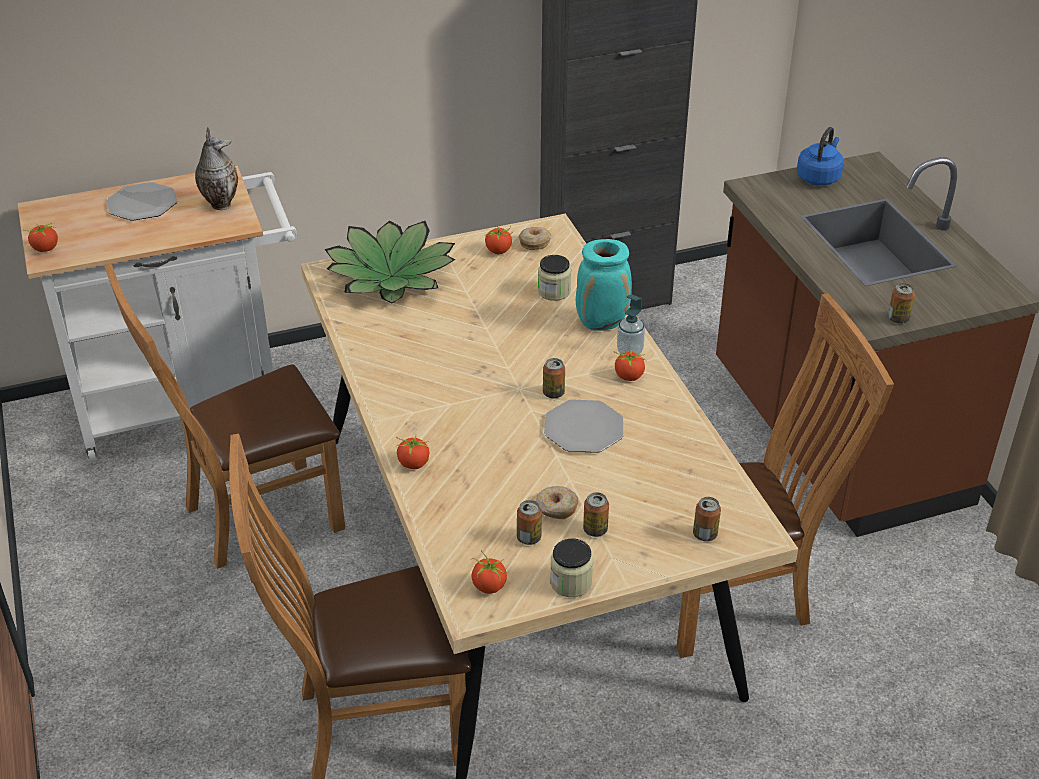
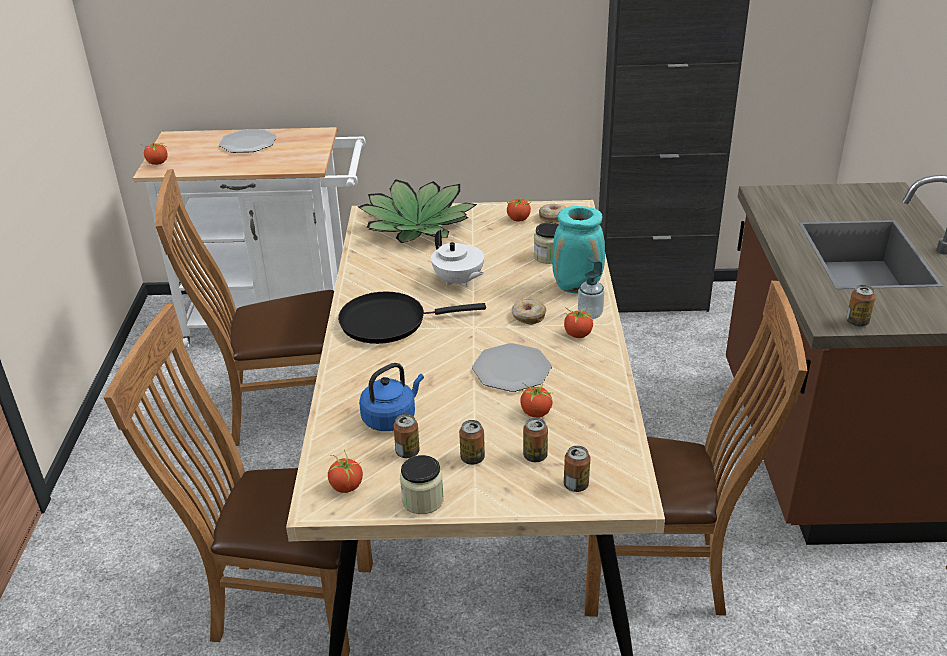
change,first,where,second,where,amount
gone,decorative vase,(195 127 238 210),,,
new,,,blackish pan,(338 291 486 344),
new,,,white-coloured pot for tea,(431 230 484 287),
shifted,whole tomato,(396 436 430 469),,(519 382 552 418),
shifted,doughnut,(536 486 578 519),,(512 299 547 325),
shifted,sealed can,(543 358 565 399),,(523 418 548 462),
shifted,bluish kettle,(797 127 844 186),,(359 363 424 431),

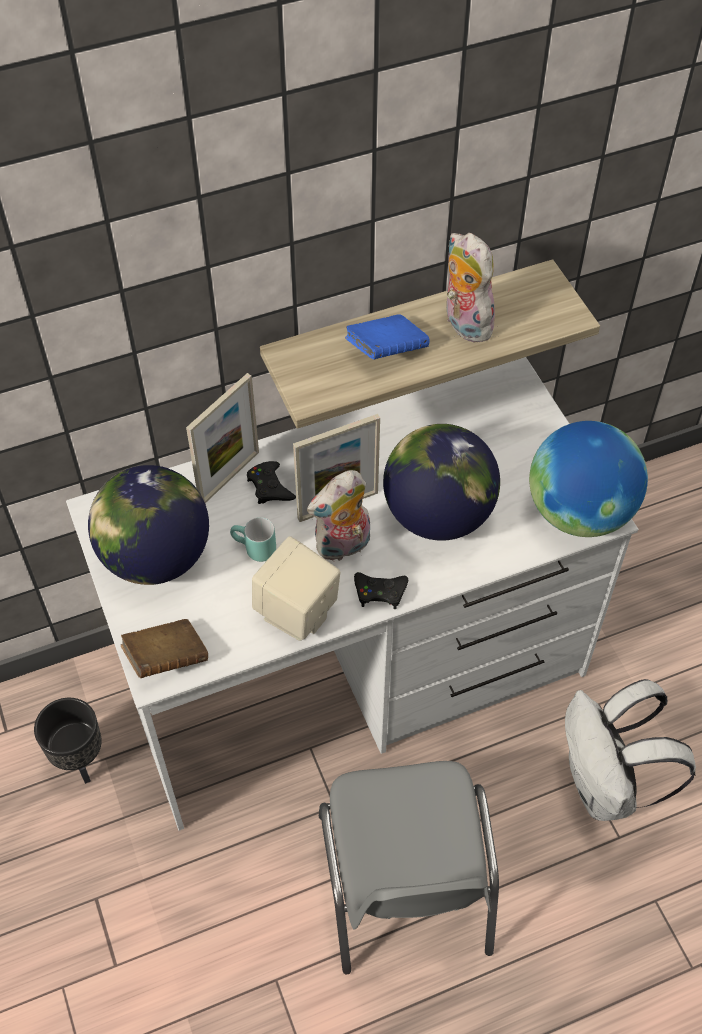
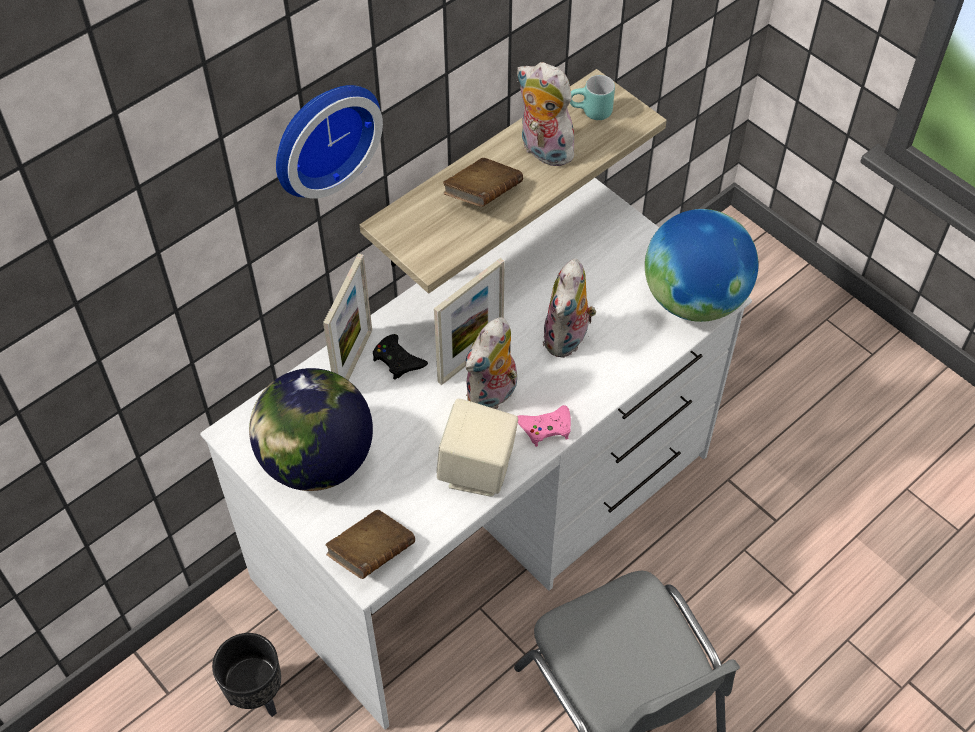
change,first,where,second,where,amount
gone,white-coloured rucksack,(565 679 696 821),,,
new,,,hanging clock,(276 85 383 199),
shifted,turquoise-coloured coffee mug,(230 517 276 562),,(570 75 615 120),
swapped,globe,(383 424 500 541),cuddly toy,(543 259 596 358),
repainted,bluish book,(345 314 430 359),brown book,(443 158 523 207),
repainted,blackish game controller,(354 572 408 609),pink-coloured game controller,(517 405 571 447),

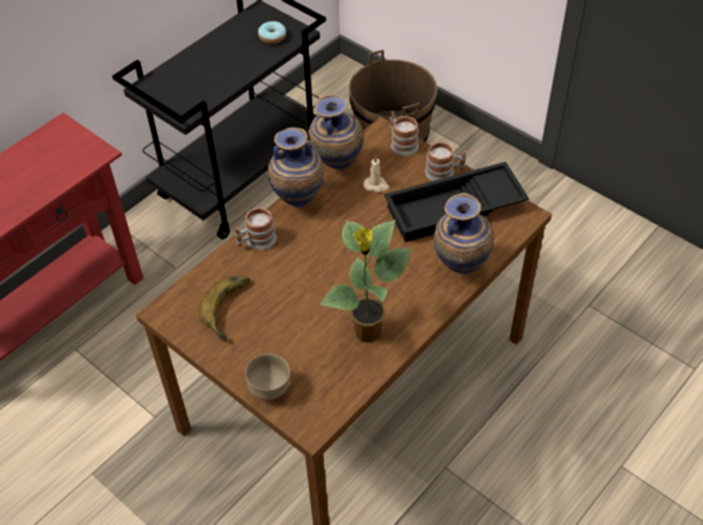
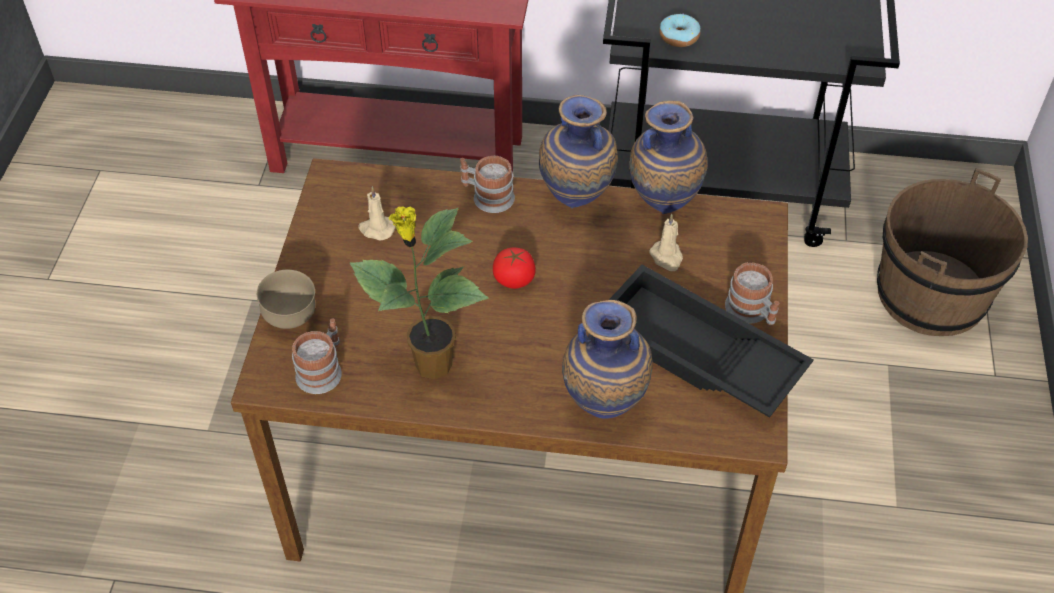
change,first,where,second,where,amount
new,,,whole tomato,(493 248 536 289),
shifted,doughnut,(258 21 286 44),,(659 14 701 47),
shifted,coffee mug,(390 111 419 156),,(292 318 342 394),
swapped,banana fruit,(199 275 250 341),sand-coloured wax candle,(359 187 396 241),

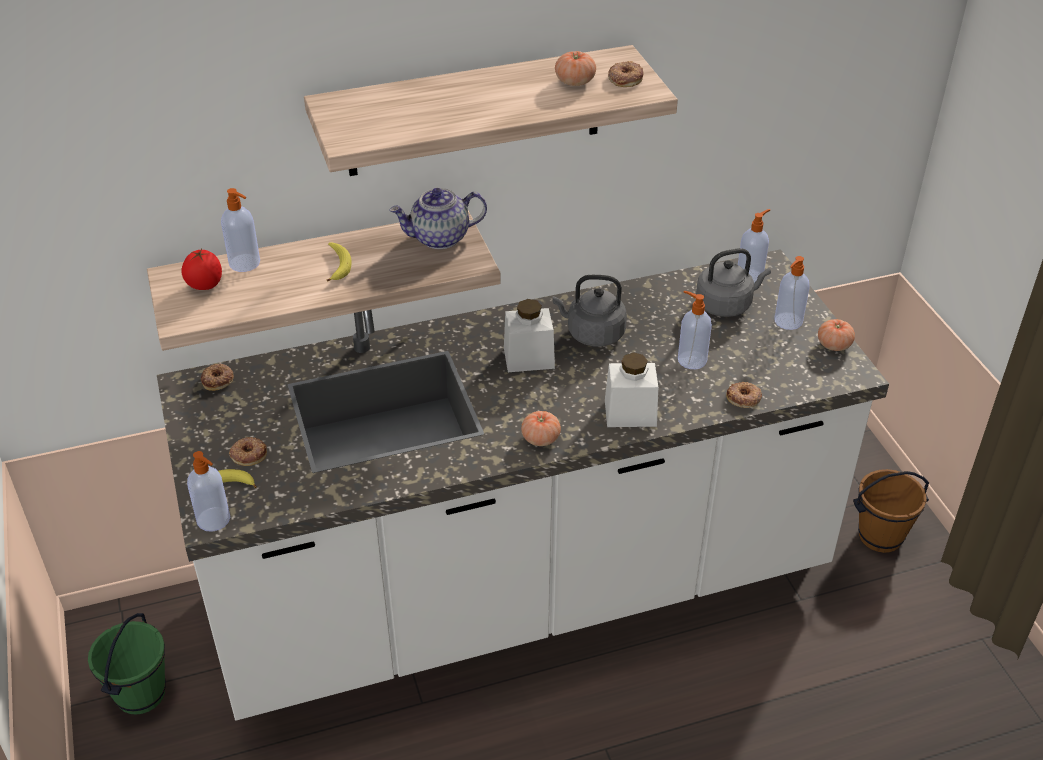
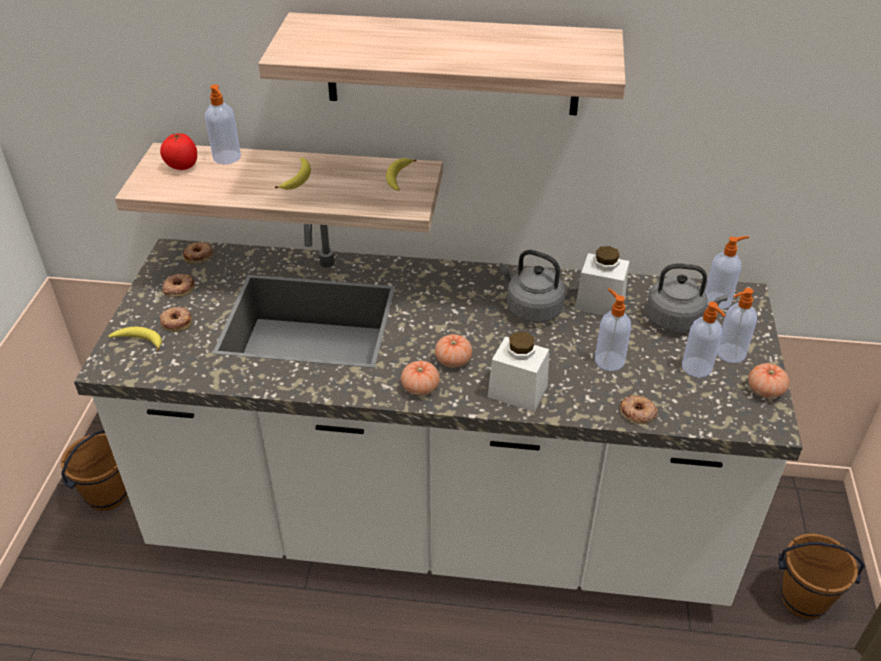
change,first,where,second,where,amount
shifted,liquid soap bottle,(187 451 230 532),,(682 302 726 377),
shifted,white-coloured storage jar,(504 299 555 372),,(575 246 629 316),
shifted,whole tomato,(555 51 596 86),,(435 334 472 368),
shifted,doughnut,(608 61 644 87),,(162 274 195 298),
swapped,pot for tea,(389 188 487 249),banana fruit,(386 158 417 191),
repainted,greenish bucket,(88 613 166 715),brown bucket,(61 430 127 511),

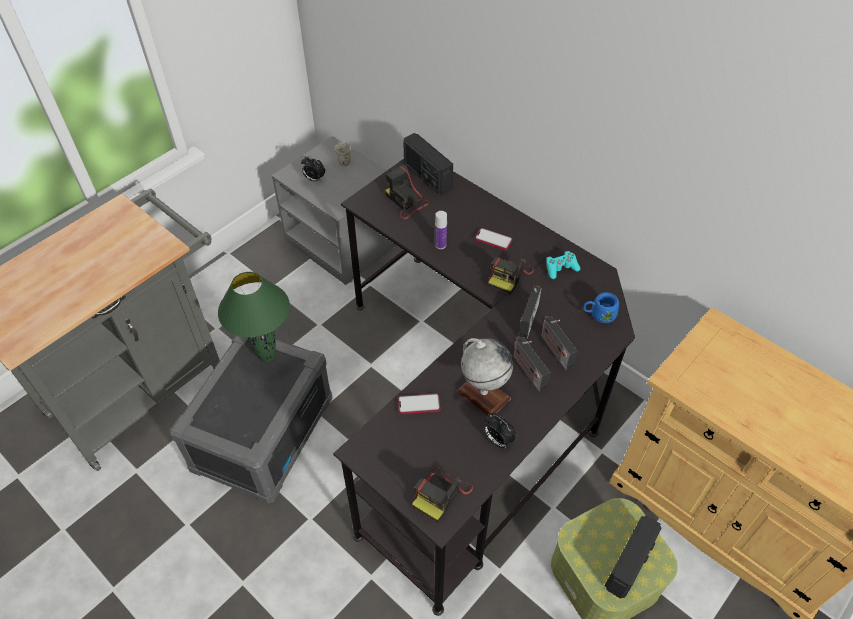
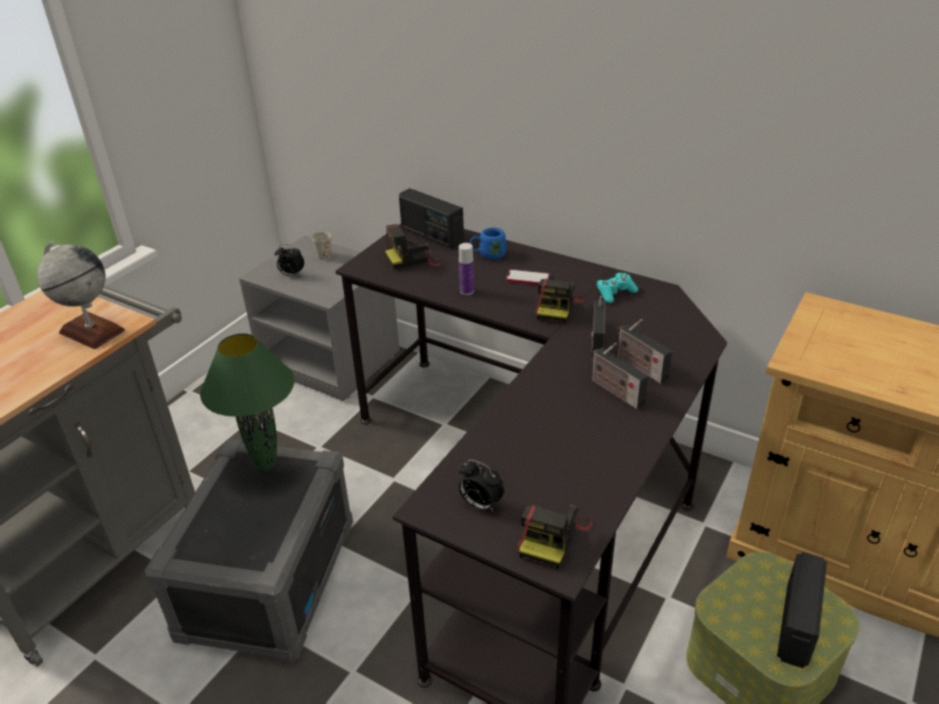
change,first,where,second,where,amount
gone,telephone,(398 393 440 414),,,
shifted,globe,(457 338 513 415),,(37 241 125 349),
shifted,alarm clock,(484 413 517 448),,(459 460 505 512),
shifted,bluish coffee mug,(583 292 619 323),,(470 228 507 259),
rotated,still camera,(385 165 429 219),,(385 224 442 269),60 degrees counterclockwise

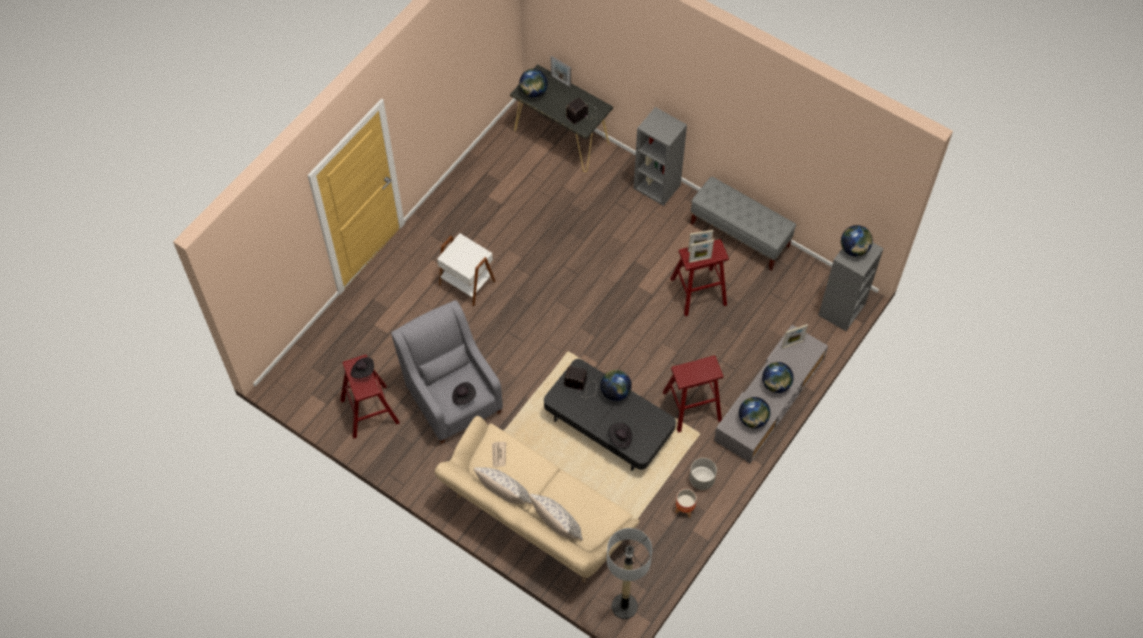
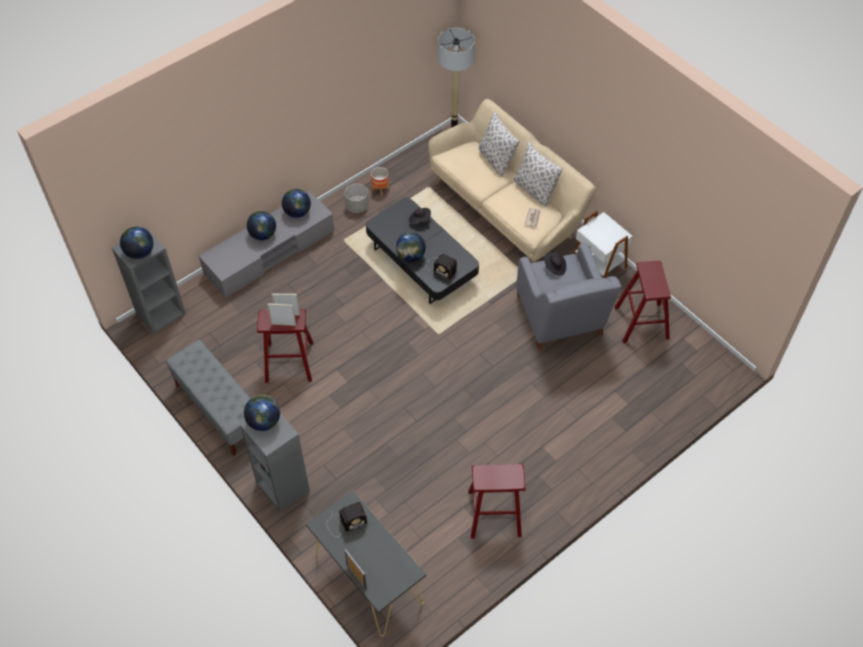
change,first,where,second,where,amount
gone,blackish clothing hat,(351 357 374 378),,,
gone,photo frame,(782 324 808 349),,,
shifted,white-coloured end table,(437 233 496 307),,(574 210 633 278),
shifted,globe,(519 69 548 98),,(244 395 280 431),
shifted,red-coloured stool,(663 356 723 432),,(468 464 526 539),

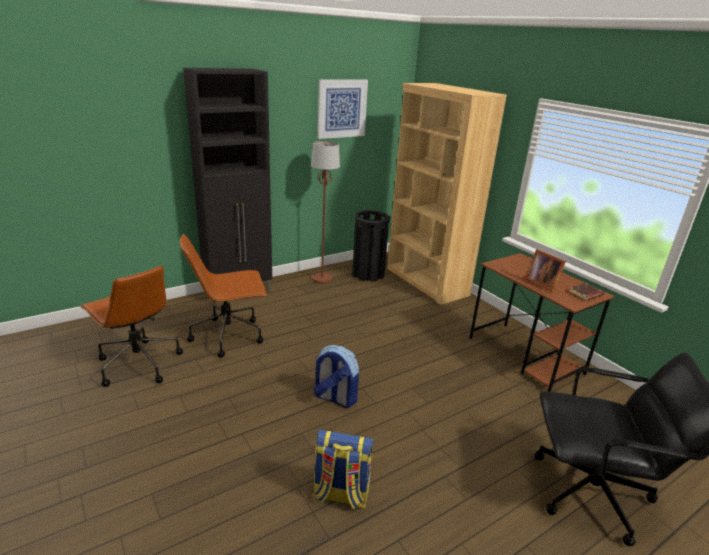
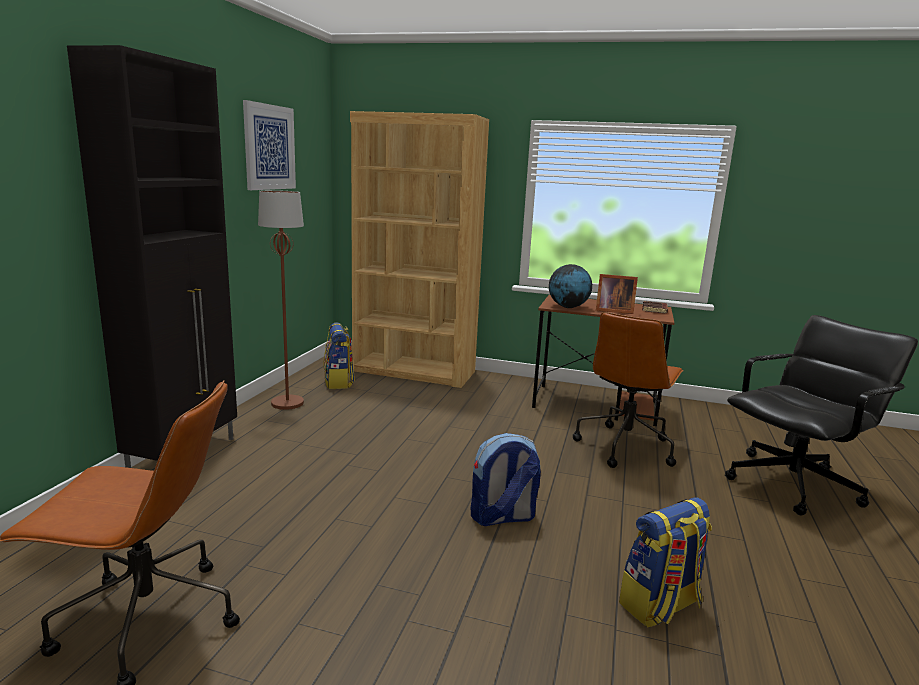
change,first,where,second,where,amount
new,,,globe,(549 264 592 308),
shifted,brown computer chair,(180 234 267 358),,(573 312 684 468),
swapped,blackish rubbish bin,(352 210 391 282),rucksack,(323 322 355 389),

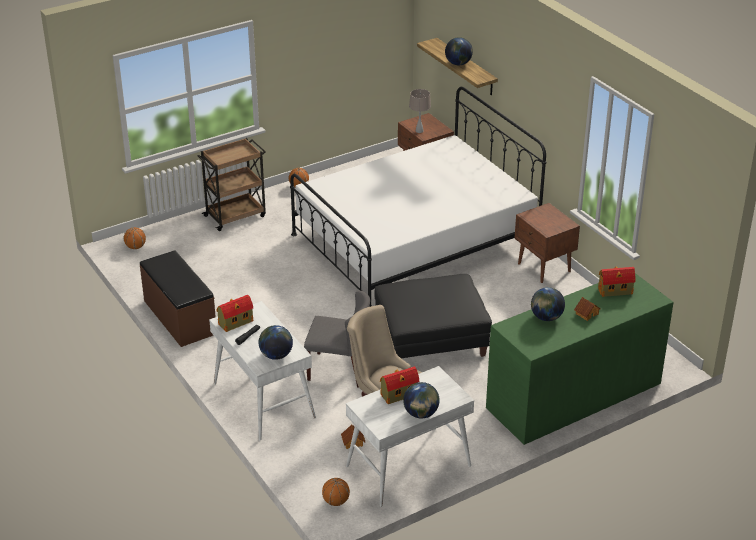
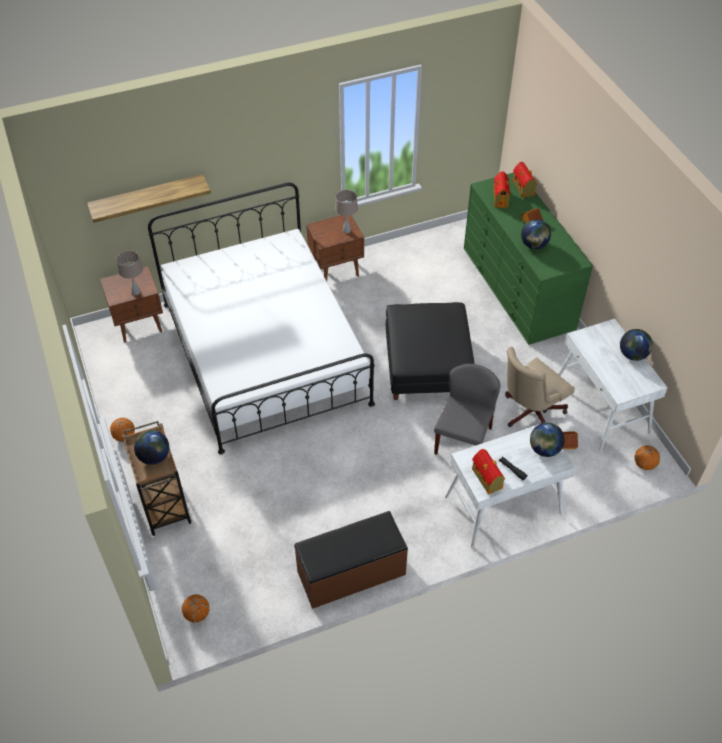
change,first,where,second,where,amount
new,,,sand-coloured lamp for a table,(335 190 358 233),
shifted,toy house,(380 366 420 404),,(513 162 537 198),
shifted,globe,(445 37 473 65),,(134 430 169 465),

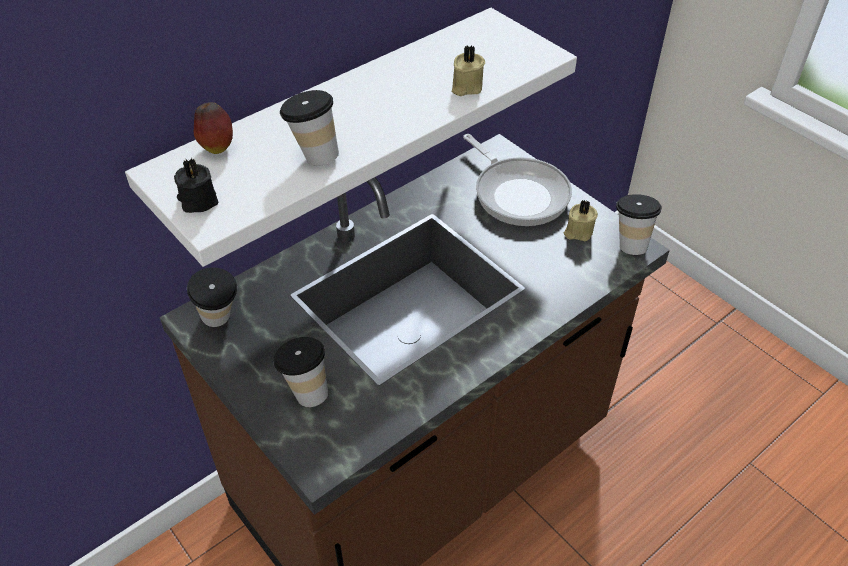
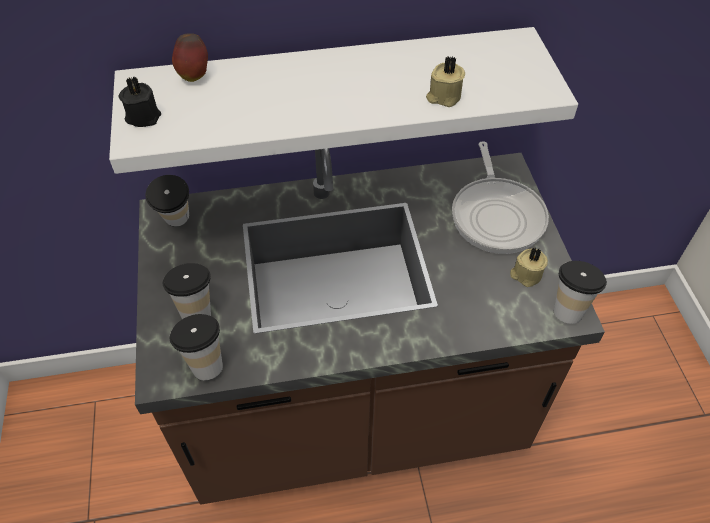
change,first,where,second,where,amount
shifted,small cup,(280 90 339 166),,(170 314 223 380),

